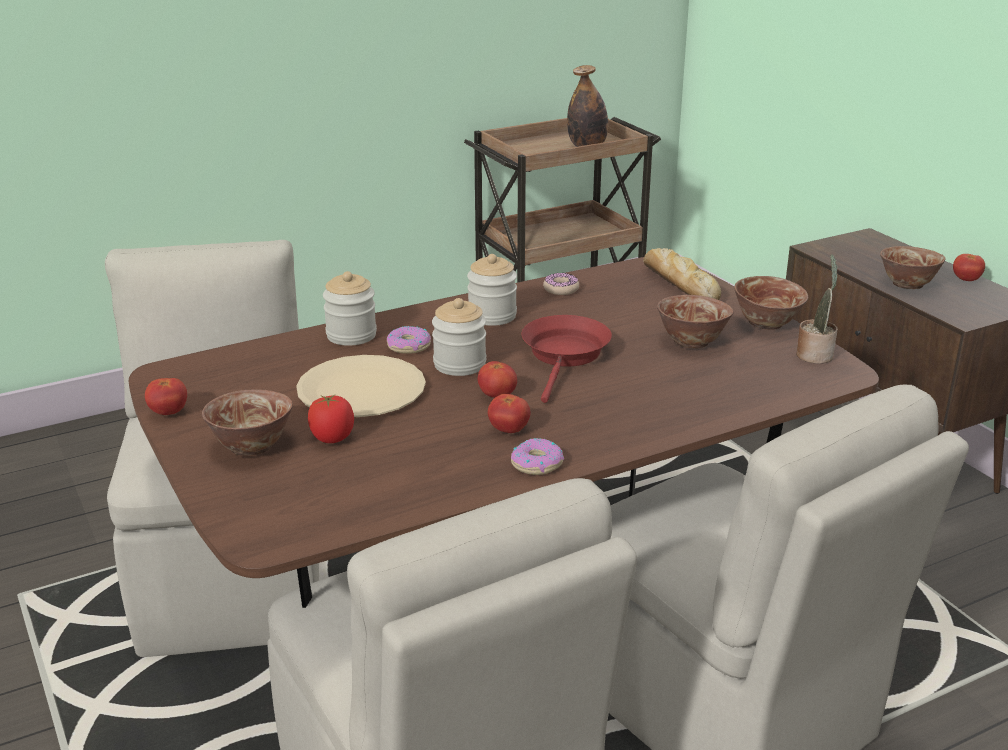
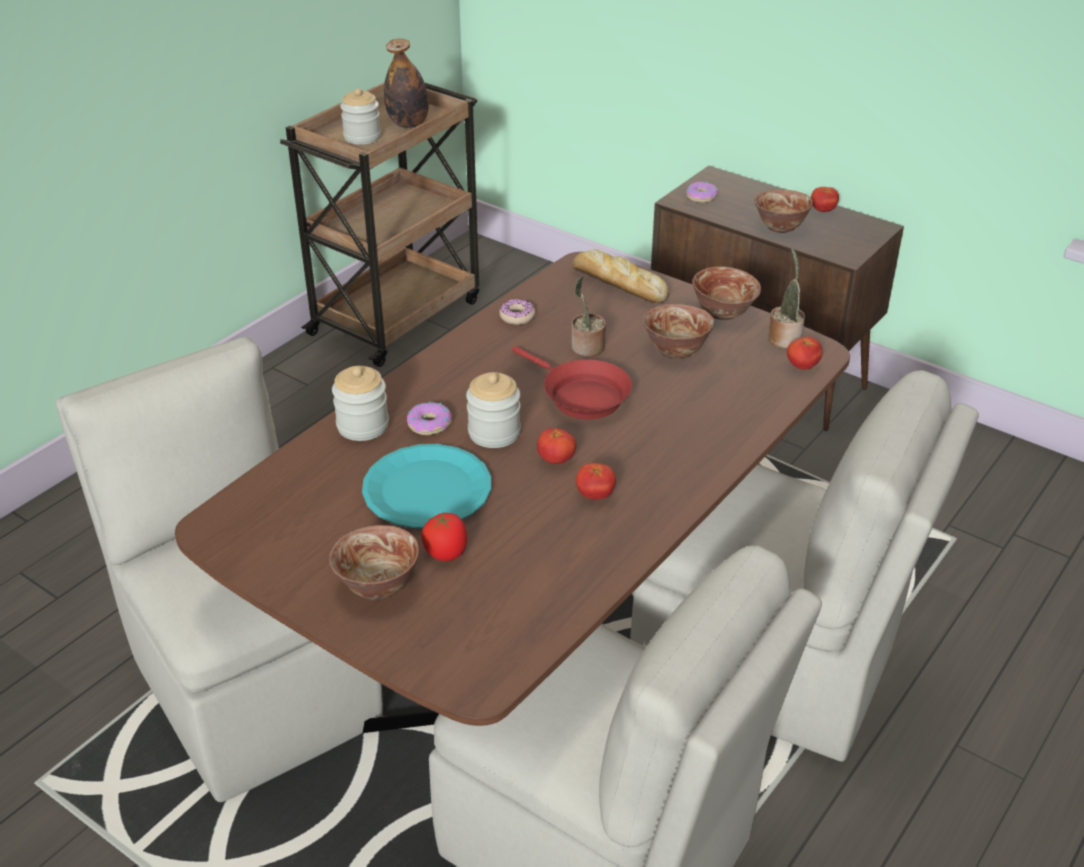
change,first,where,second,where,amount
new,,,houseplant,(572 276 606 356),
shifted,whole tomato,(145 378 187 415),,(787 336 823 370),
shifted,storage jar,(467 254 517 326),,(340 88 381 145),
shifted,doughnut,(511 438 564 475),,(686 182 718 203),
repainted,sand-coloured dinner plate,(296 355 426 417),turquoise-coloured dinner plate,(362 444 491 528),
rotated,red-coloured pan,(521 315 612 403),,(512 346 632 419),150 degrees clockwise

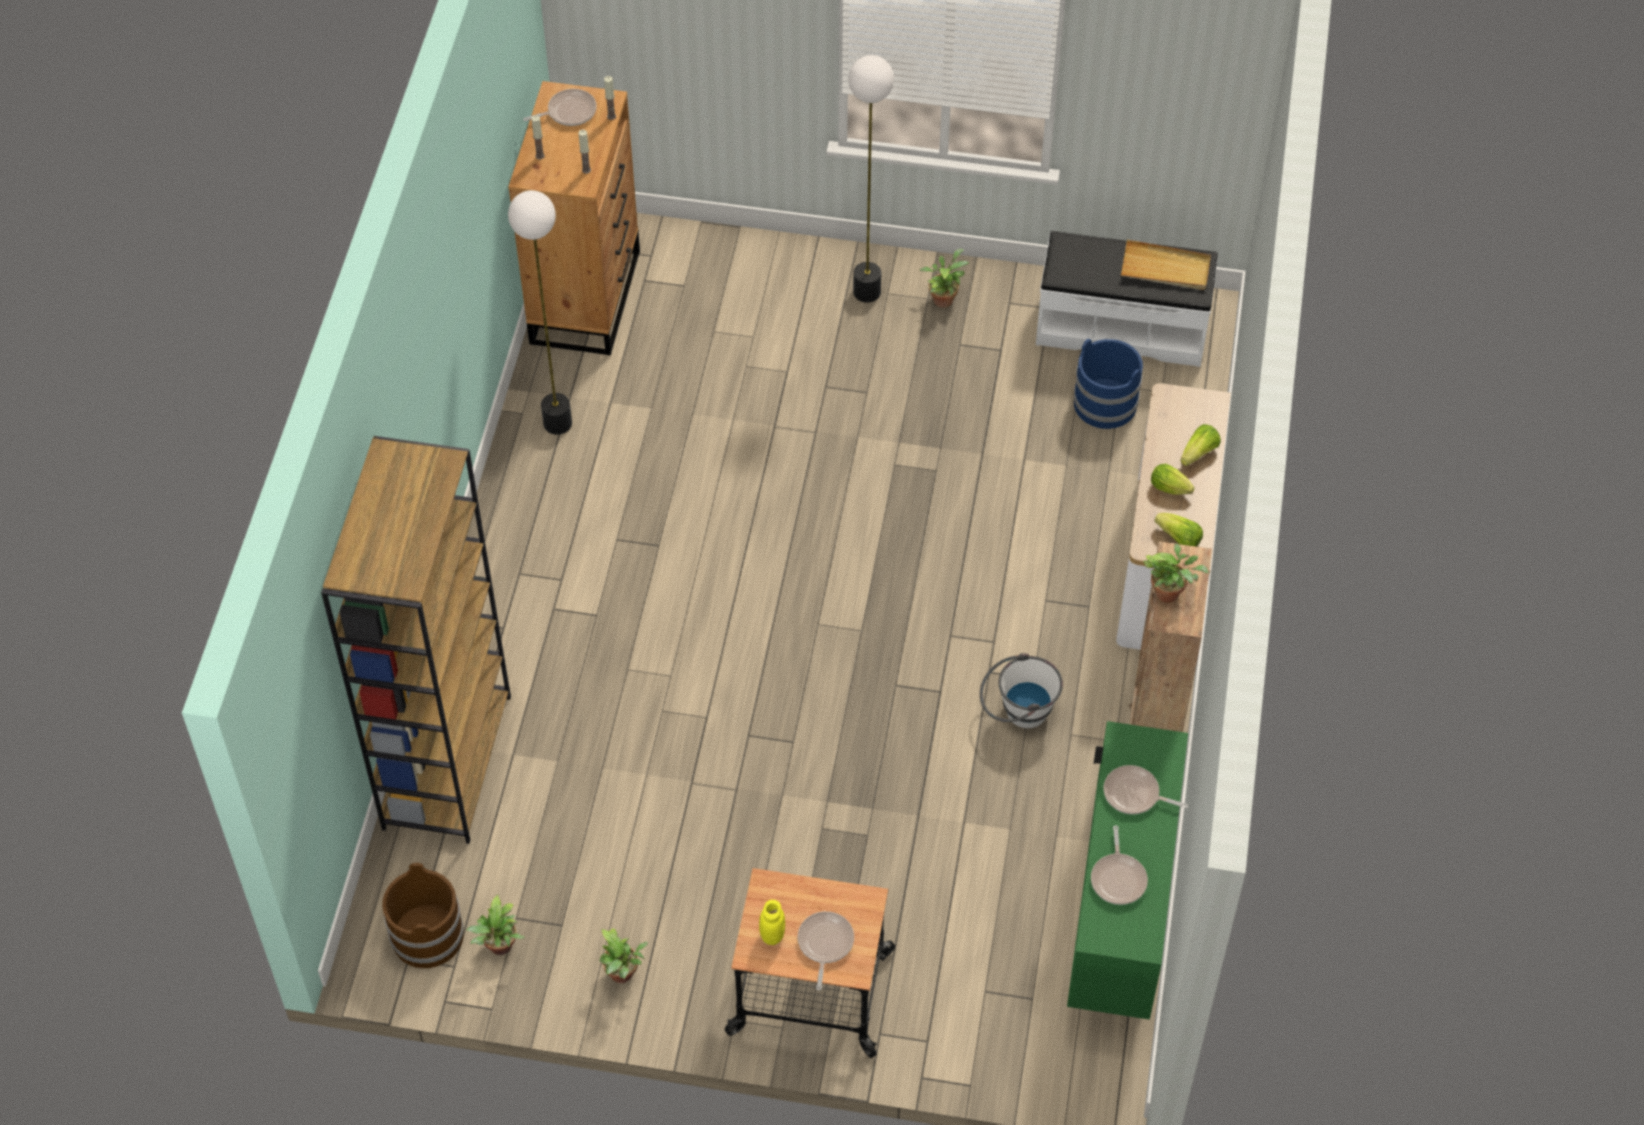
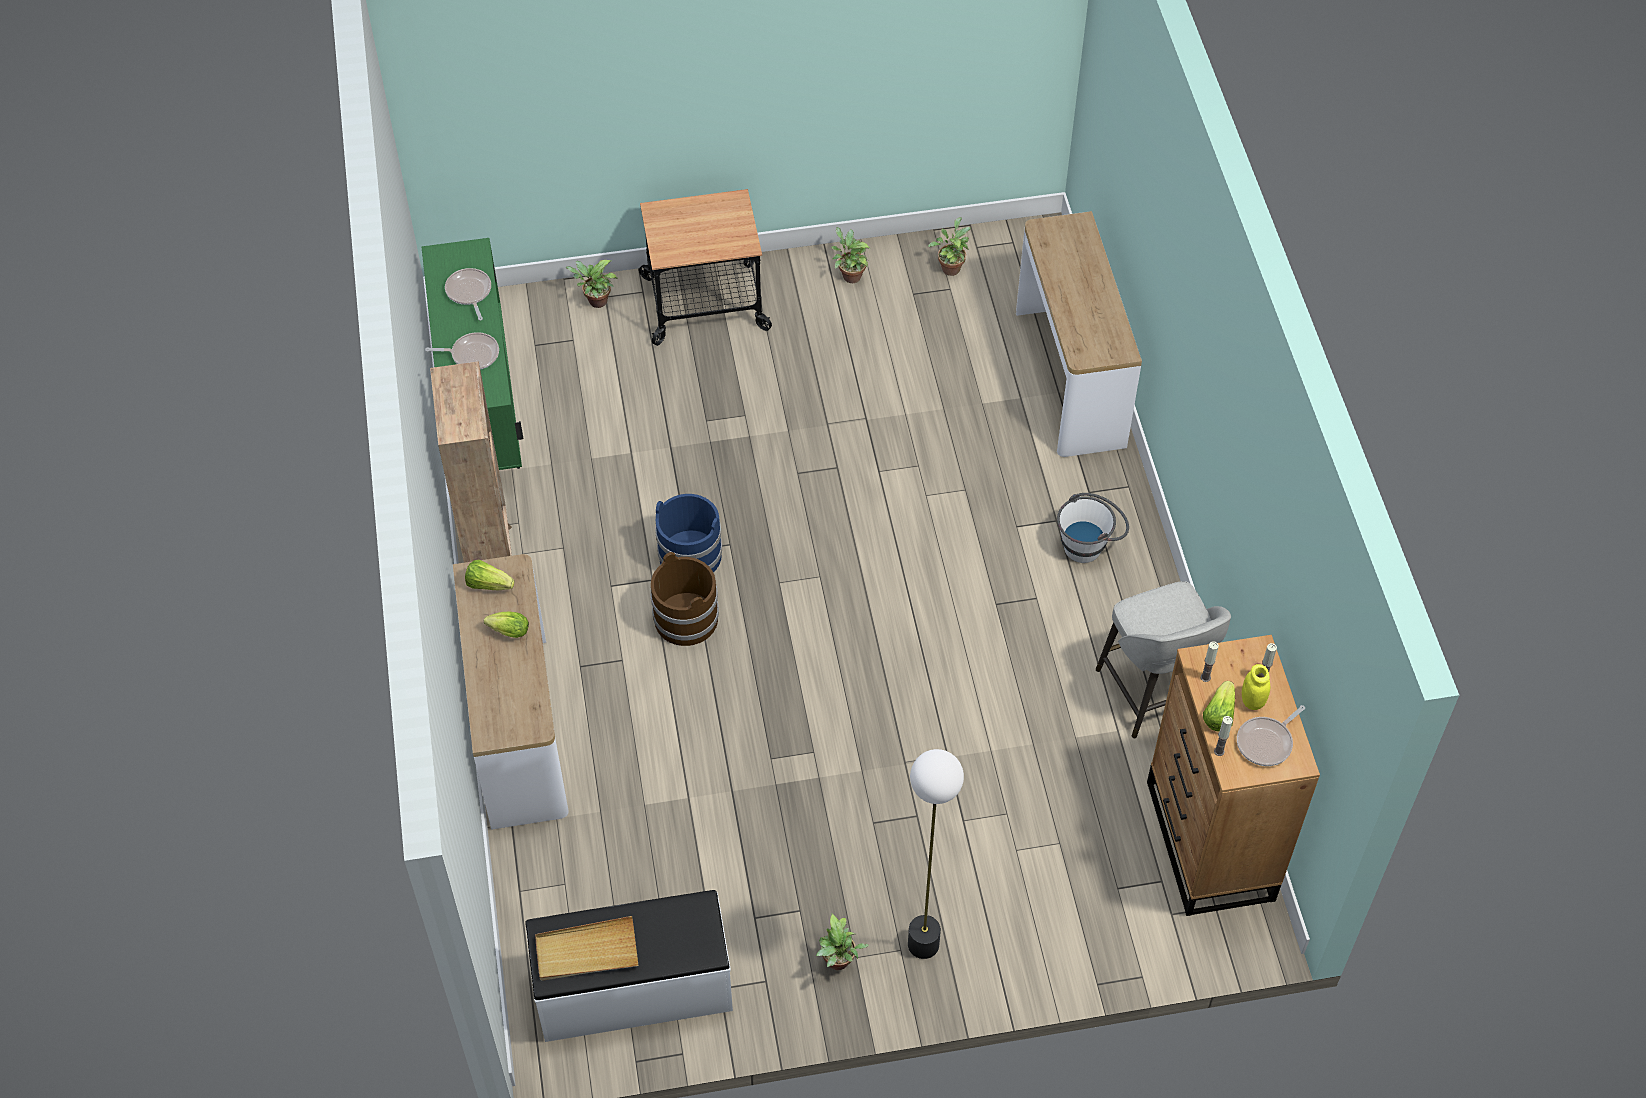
change,first,where,second,where,amount
gone,pan,(798 911 854 990),,,
shifted,brown bucket,(382 863 464 968),,(651 552 719 646),
shifted,yellow-coloured storage jar,(759 900 785 945),,(1242 664 1270 710),
shifted,white-coloured bucket,(980 653 1063 728),,(1057 493 1129 563),
shifted,bluish bucket,(1073 339 1143 429),,(655 494 722 573),
shifted,houseplant,(1143 544 1209 603),,(565 260 618 308),
shifted,lettuce head,(1180 424 1221 466),,(1203 681 1235 732),
swapped,brown bookcase,(321 436 511 844),narrow table,(1016 211 1142 457),
swapped,standard lamp,(508 190 572 435),gray stool,(1096 581 1231 738),

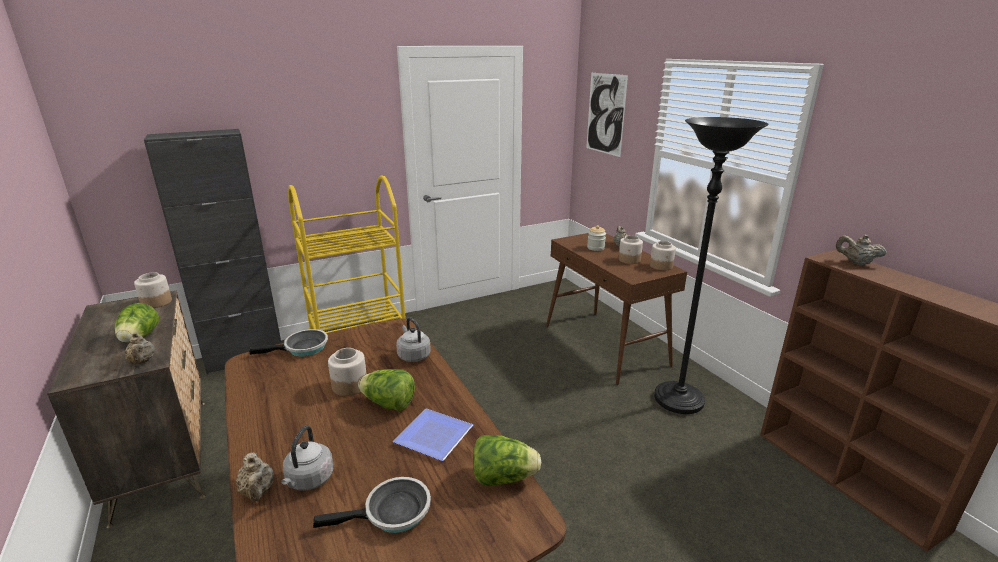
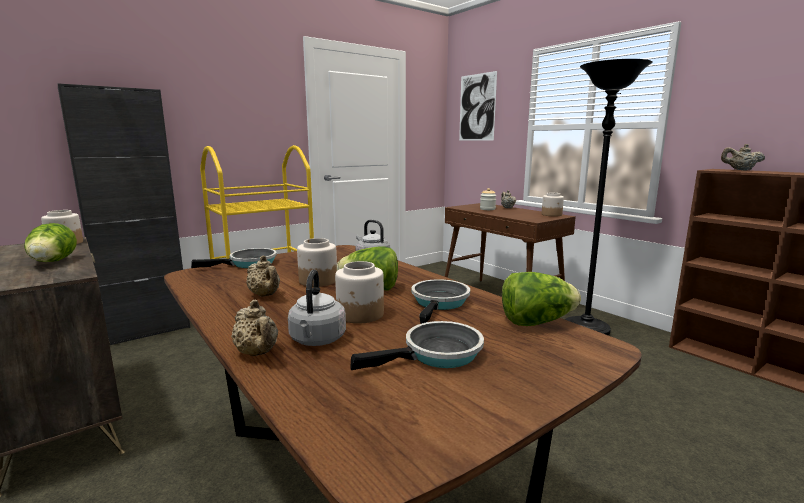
change,first,where,second,where,amount
shifted,sand-coloured pot for tea,(125 332 155 364),,(246 256 280 297),
shifted,storage jar,(619 235 643 264),,(335 261 384 324),
swapped,dinner plate,(393 409 473 461),pan,(411 279 470 324),

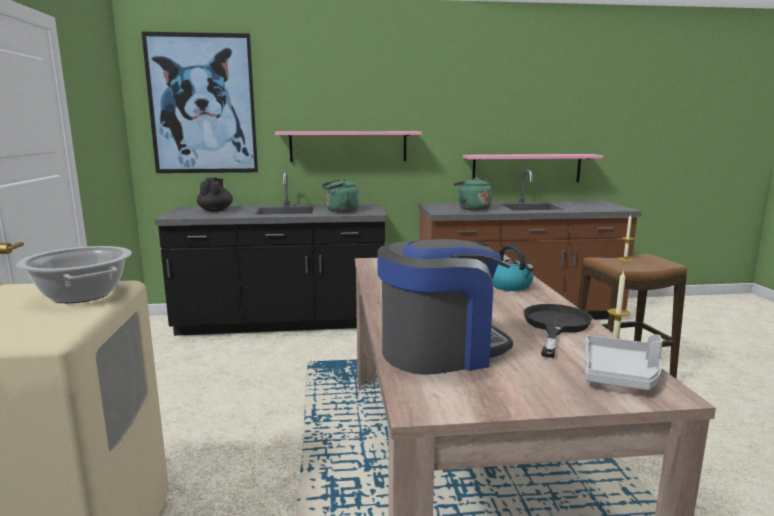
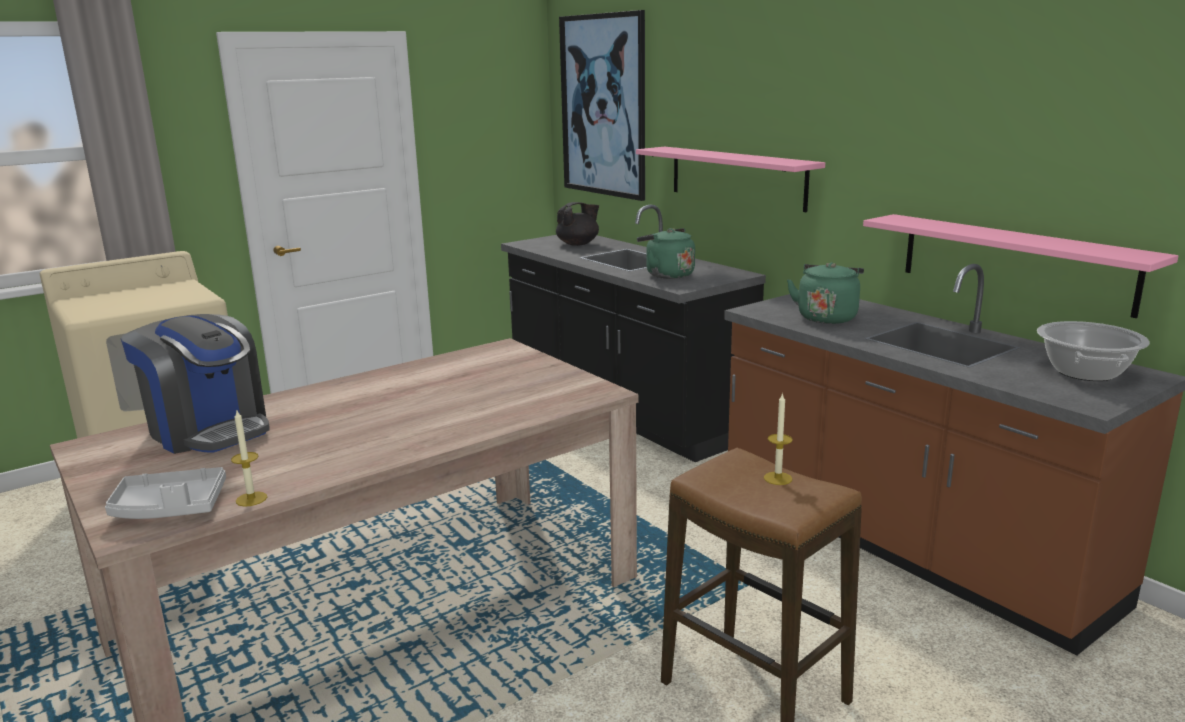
change,first,where,second,where,amount
gone,kettle,(492 245 534 291),,,
gone,blackish pan,(524 304 592 358),,,
shifted,cooking pot,(17 246 132 303),,(1037 321 1150 381),

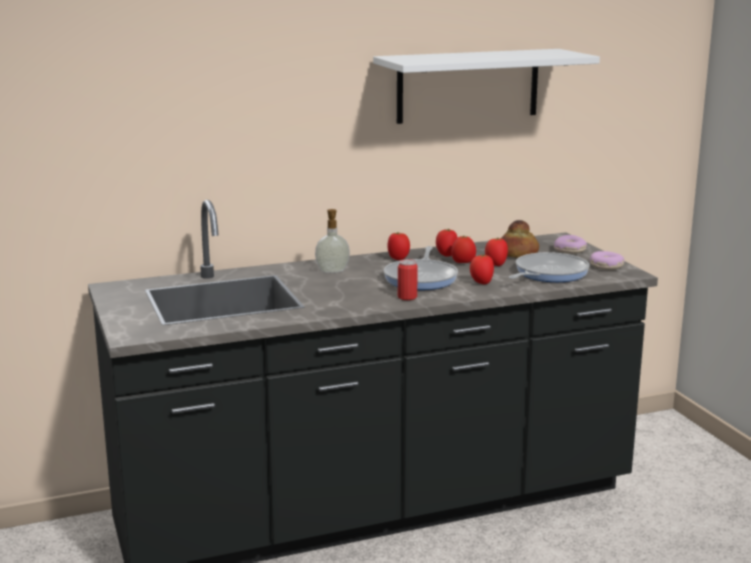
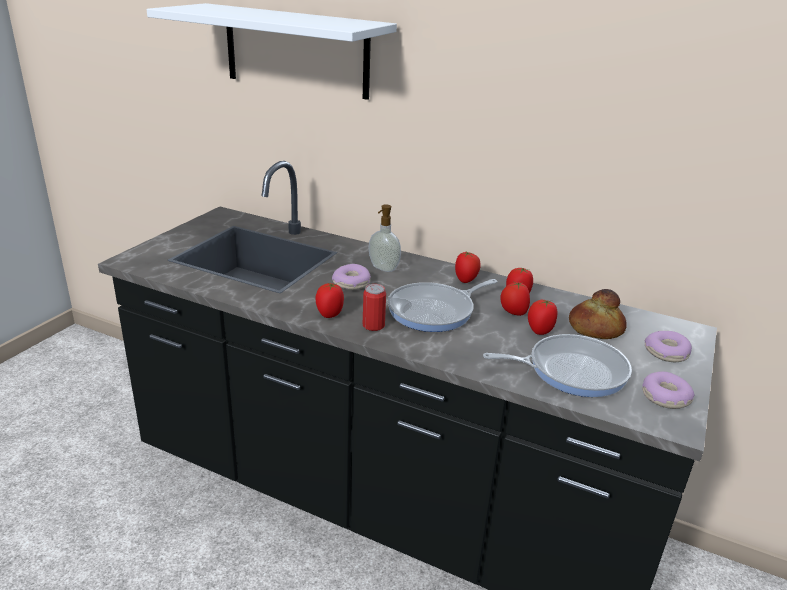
change,first,where,second,where,amount
new,,,doughnut,(332 264 371 290),
shifted,white-coloured shelf,(373 49 600 124),,(147 3 397 100),
shifted,whole tomato,(470 254 494 284),,(315 283 344 318),

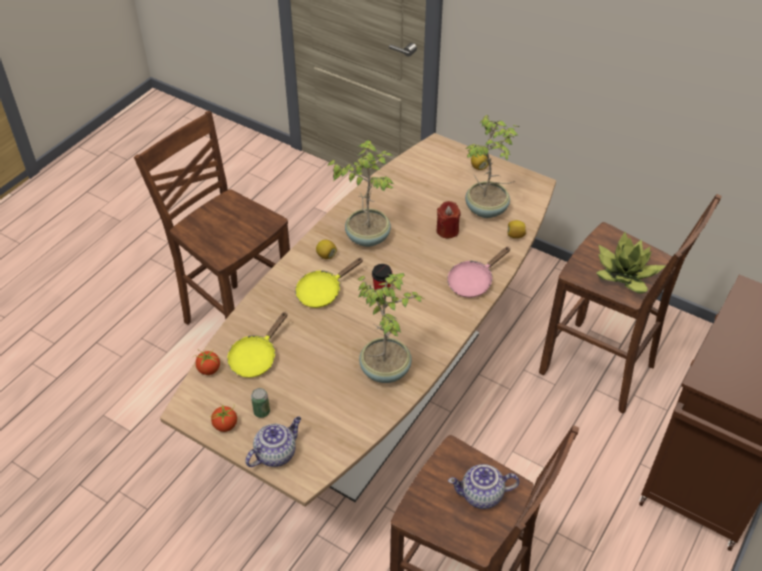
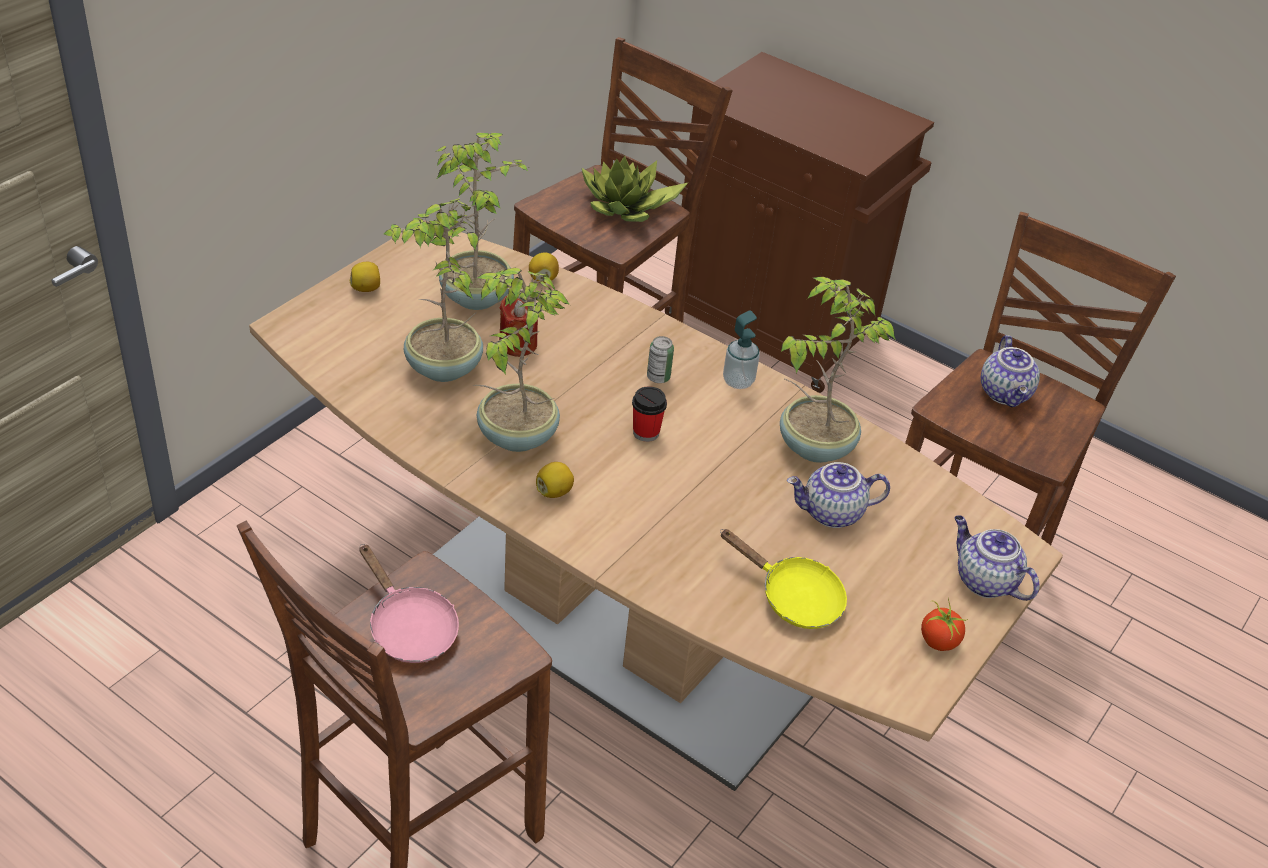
change,first,where,second,where,amount
gone,whole tomato,(195 349 220 375),,,
gone,yellow-coloured pan,(295 258 363 308),,,
new,,,houseplant,(384 198 483 382),
new,,,liquid soap bottle,(723 310 760 389),
new,,,pot for tea,(787 462 890 528),
shifted,sealed can,(251 388 270 418),,(647 336 674 383),
shifted,pink-coloured pan,(447 247 511 298),,(360 544 459 663),

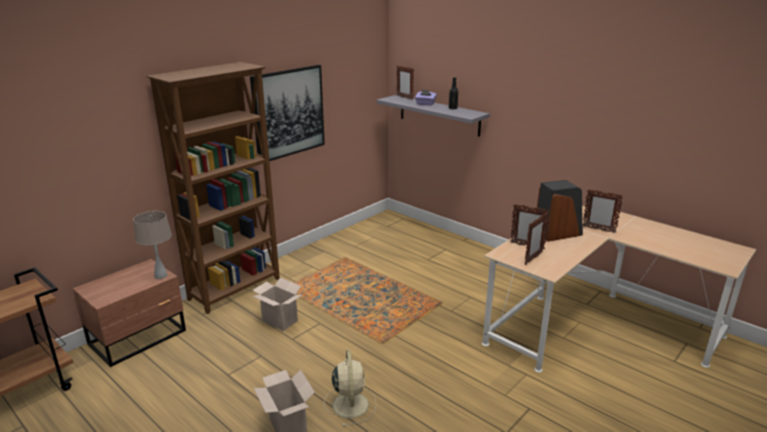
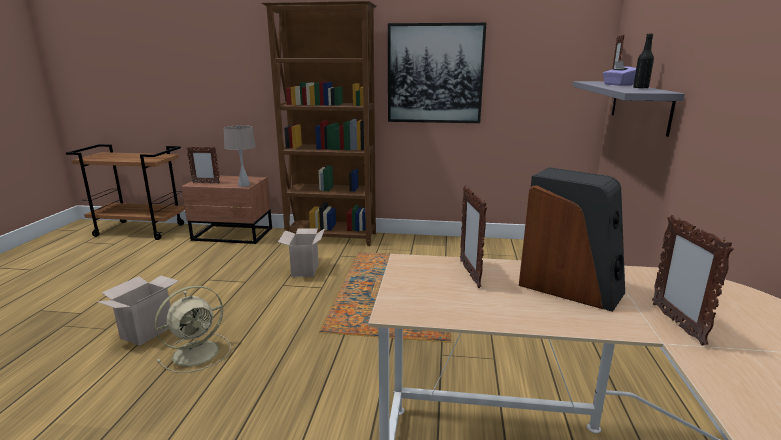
change,first,where,second,where,amount
shifted,photo frame,(525 212 547 265),,(186 146 220 184),

